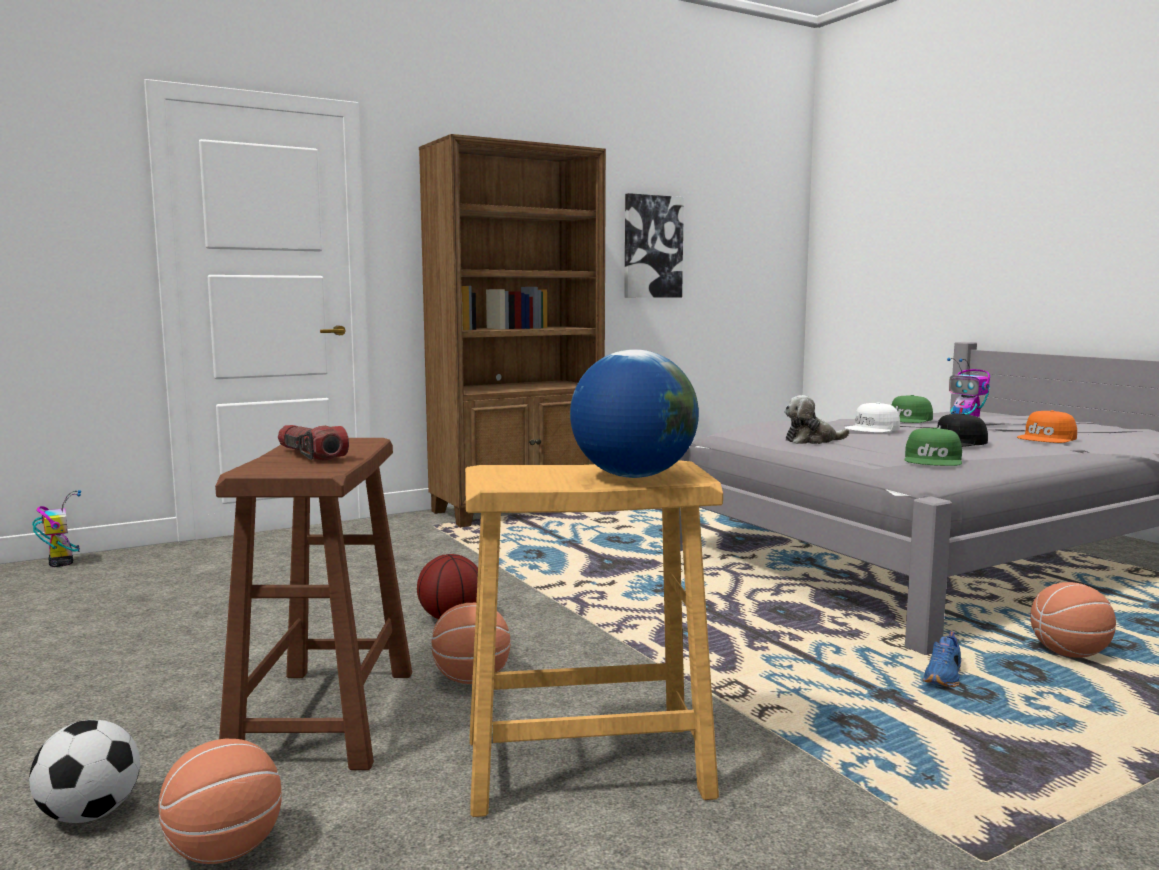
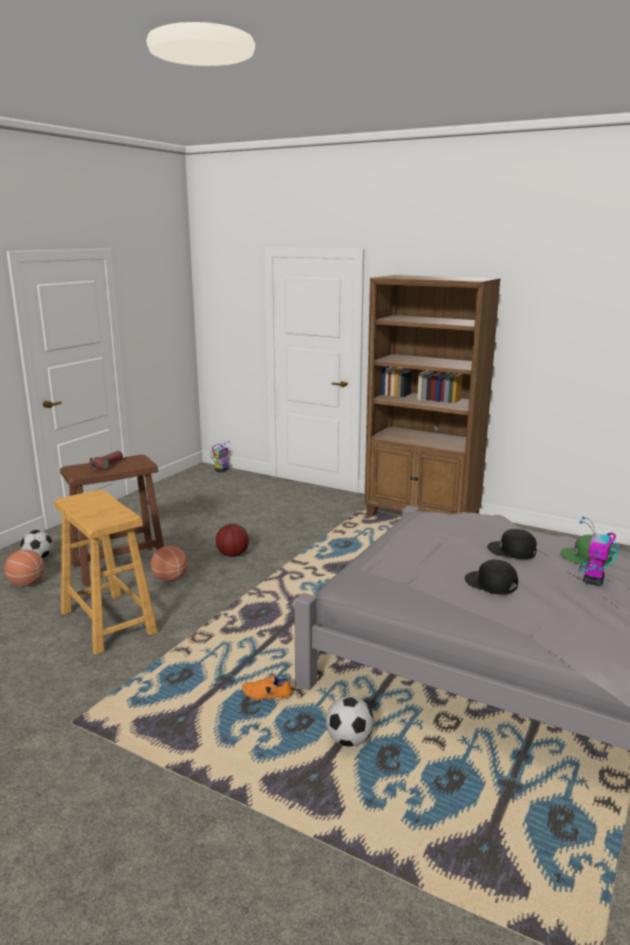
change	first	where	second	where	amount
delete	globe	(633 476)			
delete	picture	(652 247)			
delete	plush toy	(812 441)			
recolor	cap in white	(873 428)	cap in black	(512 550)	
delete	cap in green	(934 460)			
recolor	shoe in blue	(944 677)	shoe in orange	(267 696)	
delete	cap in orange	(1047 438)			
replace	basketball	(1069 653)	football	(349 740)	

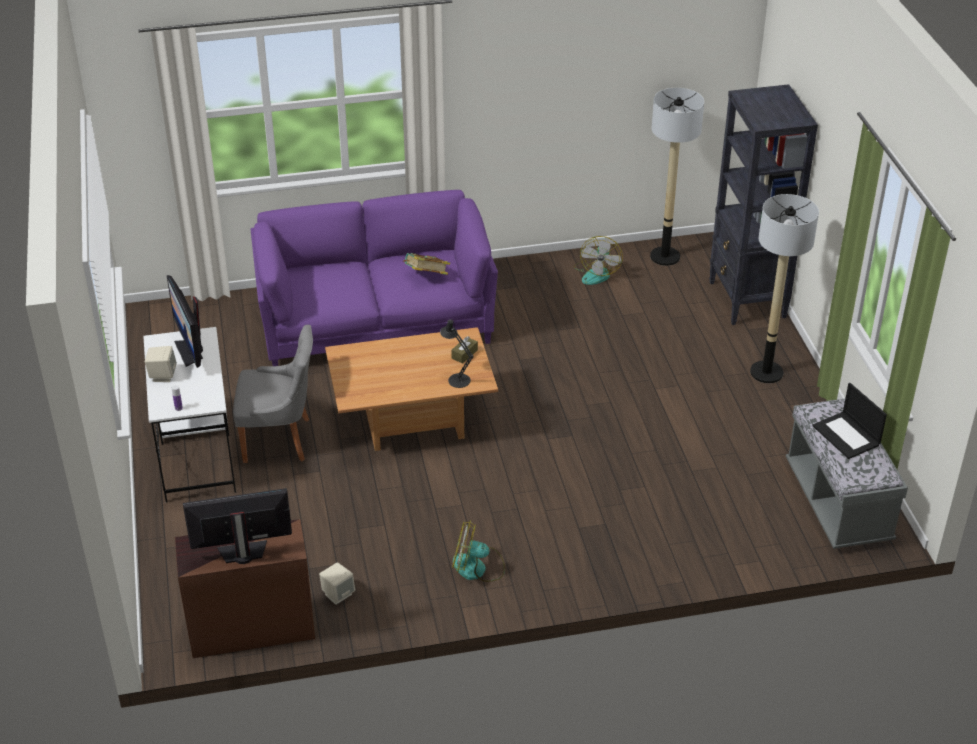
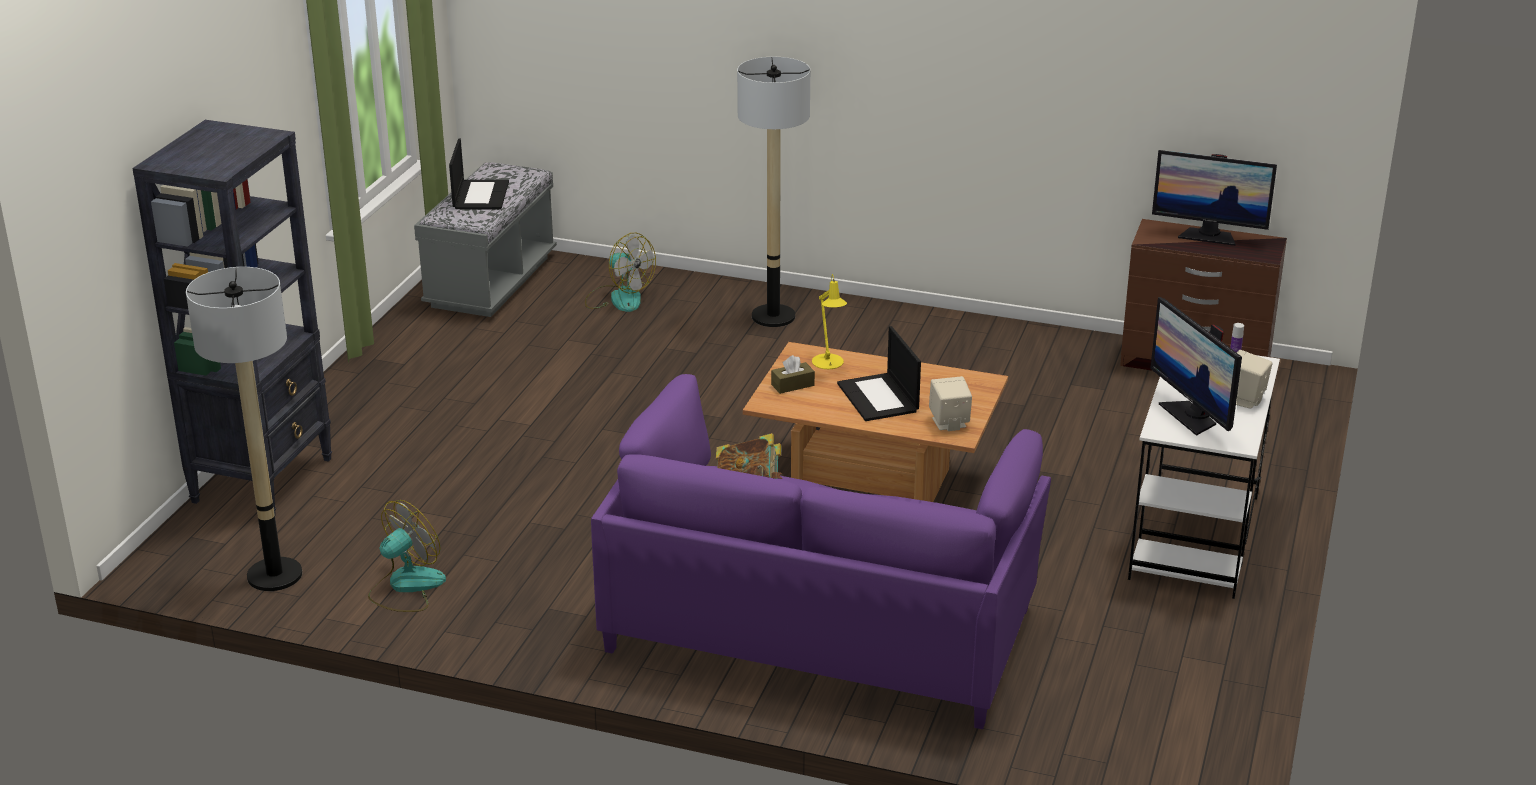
change	first	where	second	where	amount
rotate	monitor	(190 351)		(1191 416)	150 degrees clockwise
delete	chair in grey	(280 440)			
move	speaker in beige	(338 594)		(949 423)	
recolor	table lamp in black	(457 379)	table lamp in yellow	(829 364)	
move	fan	(477 568)		(618 298)	
move	floor lamp	(766 372)		(773 316)	
insert			laptop	(879 398)	

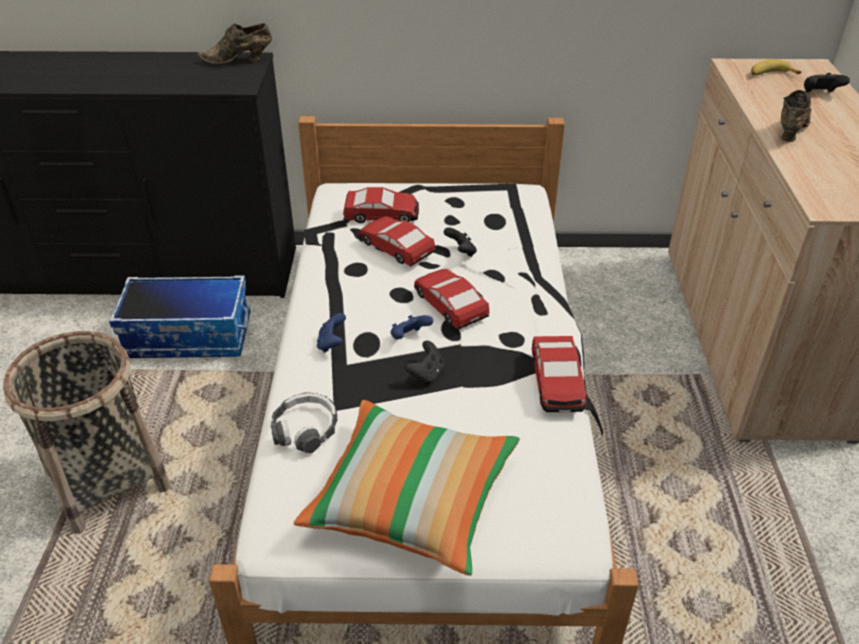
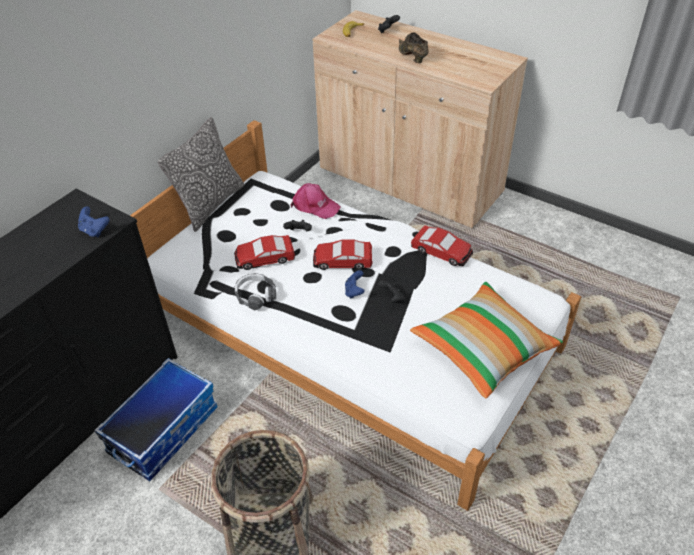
change	first	where	second	where	amount
delete	shoe in brown	(239 60)			
move	headphones	(305 429)		(255 295)	
move	game controller in blue	(332 344)		(95 231)	
delete	toy car	(382 215)			
insert			pillow	(210 204)	
insert			cap in pink	(315 206)	

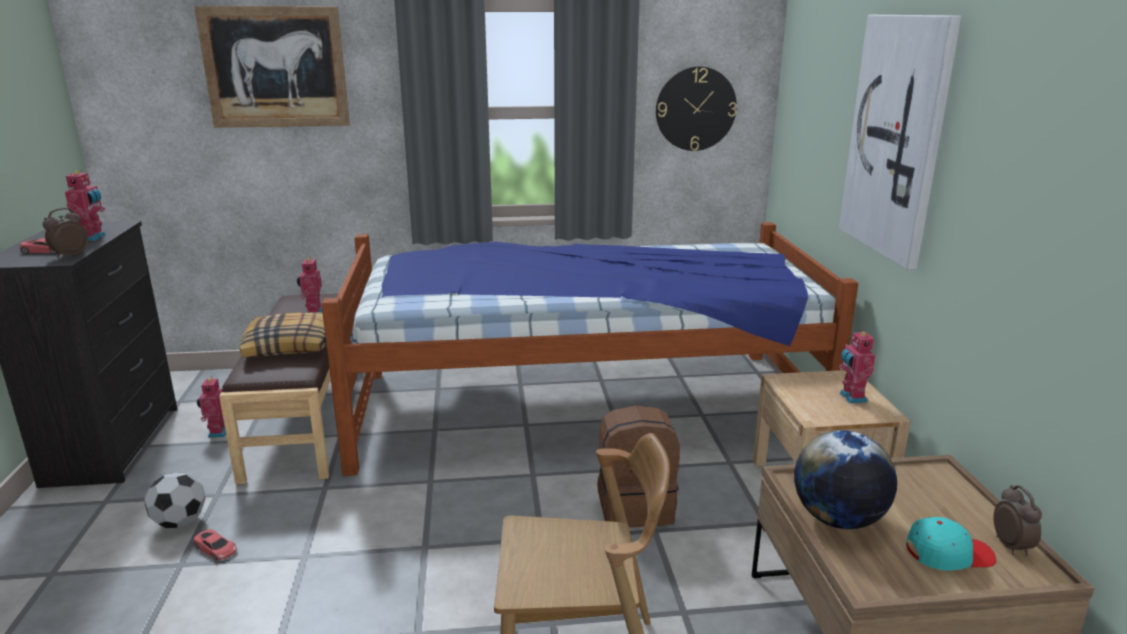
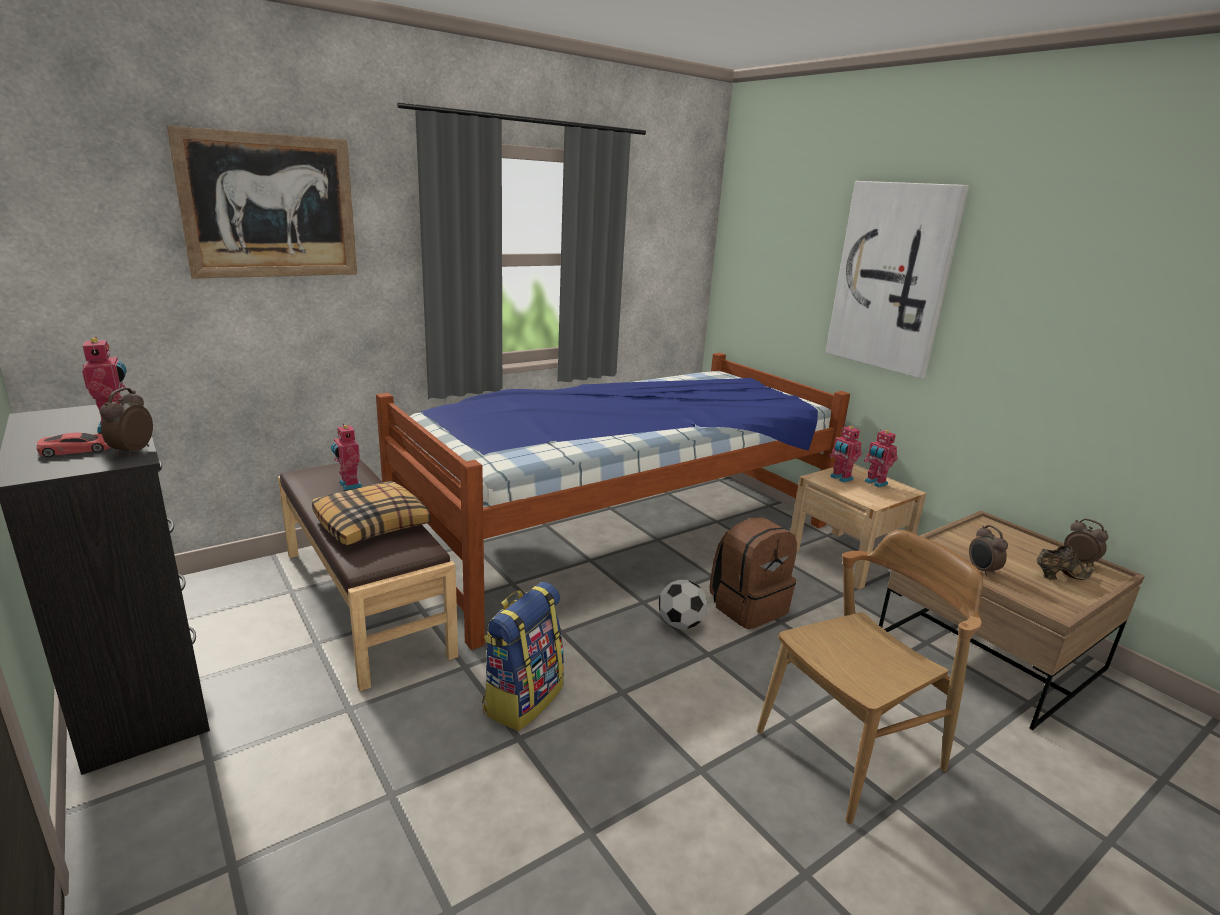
change	first	where	second	where	amount
move	football	(180 522)		(680 624)	
delete	toy car in red	(215 549)			
move	toy robot	(217 432)		(840 478)	
delete	wall clock	(695 109)			
replace	globe	(838 519)	alarm clock	(981 570)	
replace	cap in turquoise	(948 554)	shoe in brown	(1060 576)	
insert			backpack	(522 698)	

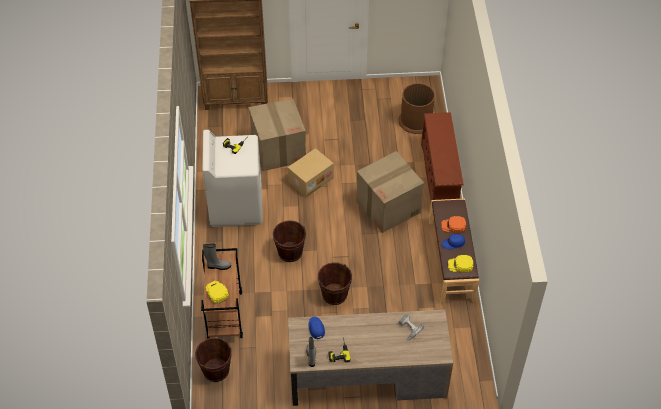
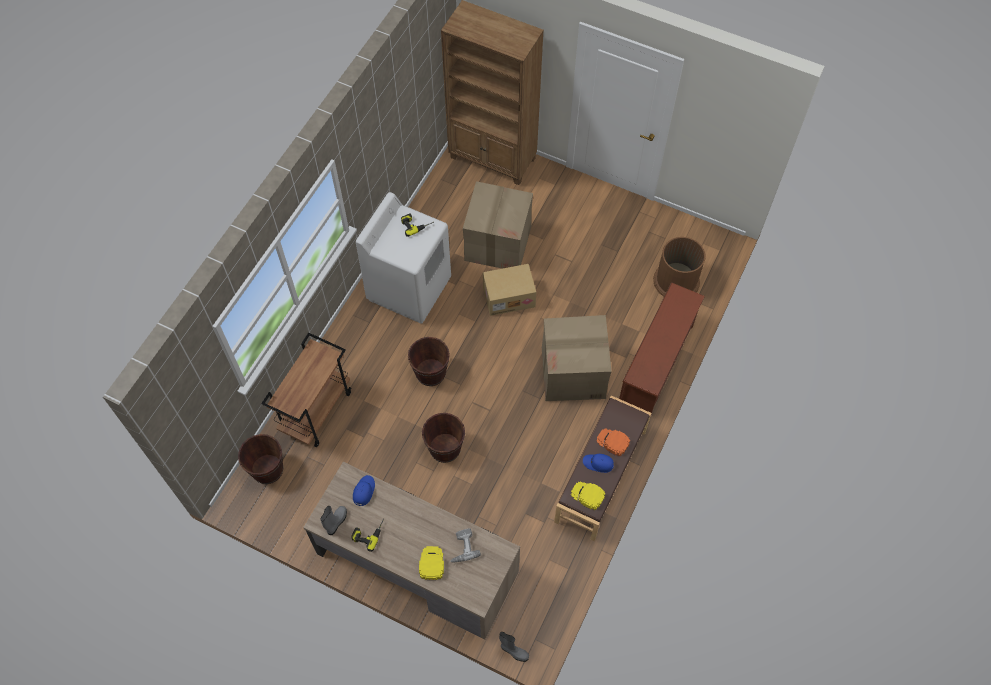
change	first	where	second	where	amount
move	boot in grey	(218 266)		(513 651)	
move	cap in yellow	(216 292)		(431 563)	

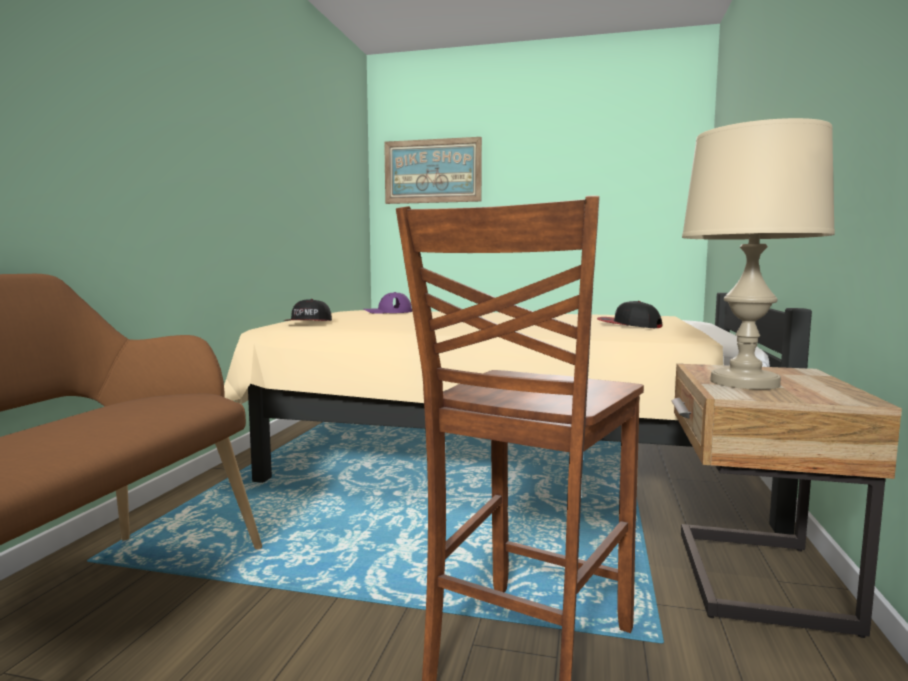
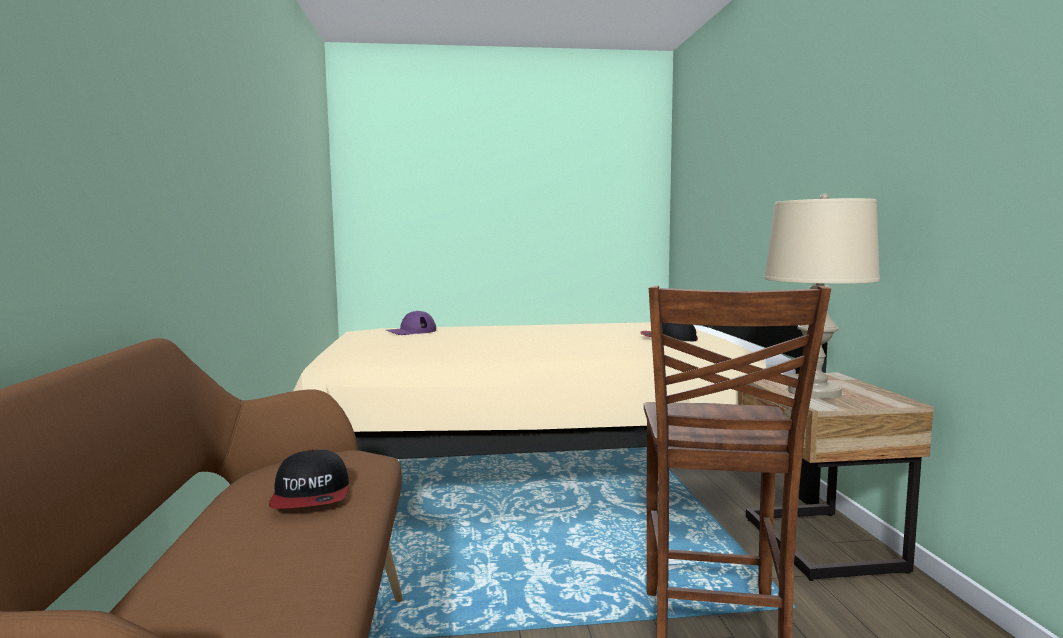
change	first	where	second	where	amount
move	cap	(309 323)		(311 496)	
delete	picture	(432 171)			

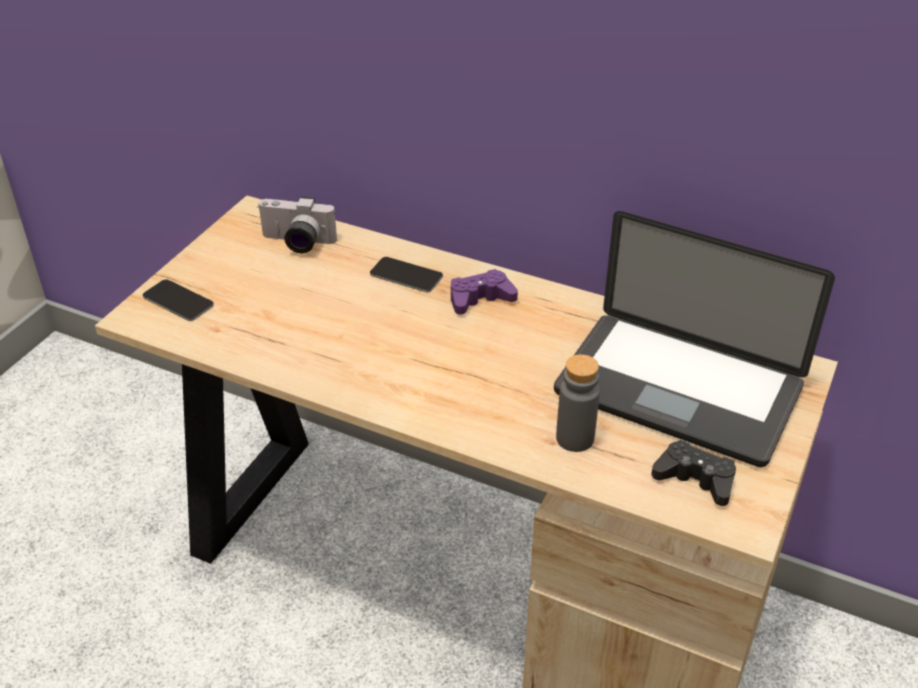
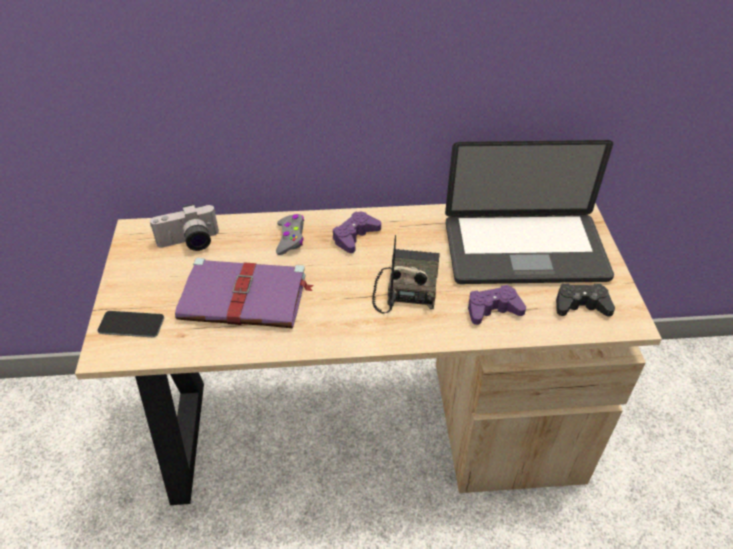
change	first	where	second	where	amount
replace	phone	(406 275)	game controller in grey	(290 238)	
replace	bottle in grey	(575 438)	game controller in purple	(493 309)	
insert			book in purple	(246 297)	
insert			radio	(406 287)	

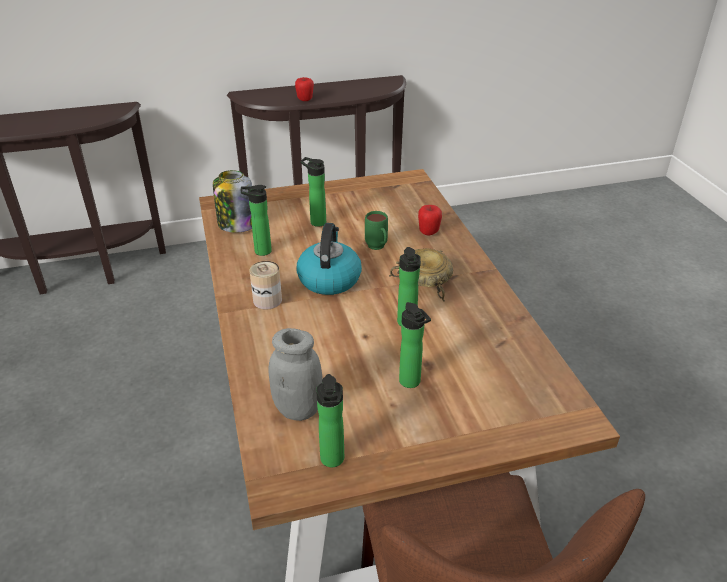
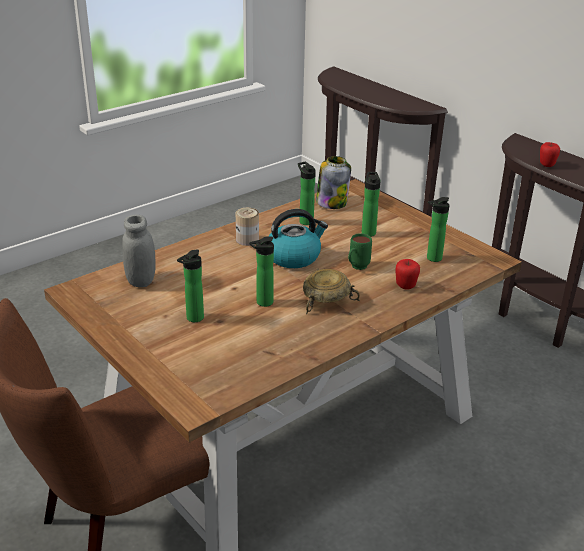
change	first	where	second	where	amount
move	bottle	(332 461)		(432 259)	

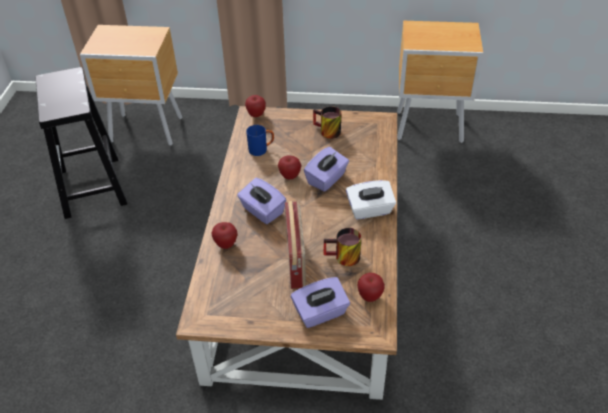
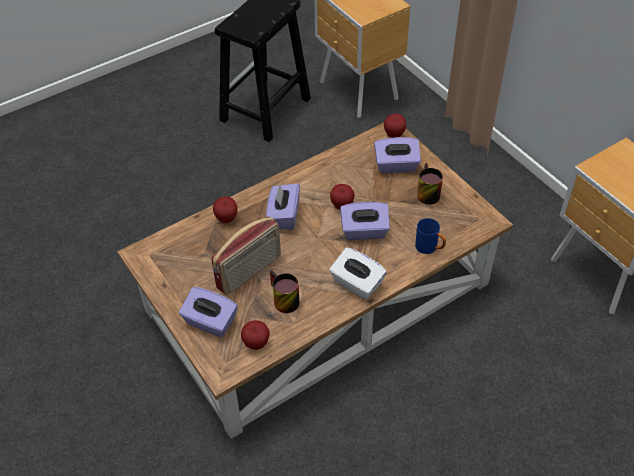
change	first	where	second	where	amount
move	mug in blue	(261 149)		(430 248)	
insert			tissue box in purple	(396 166)	

